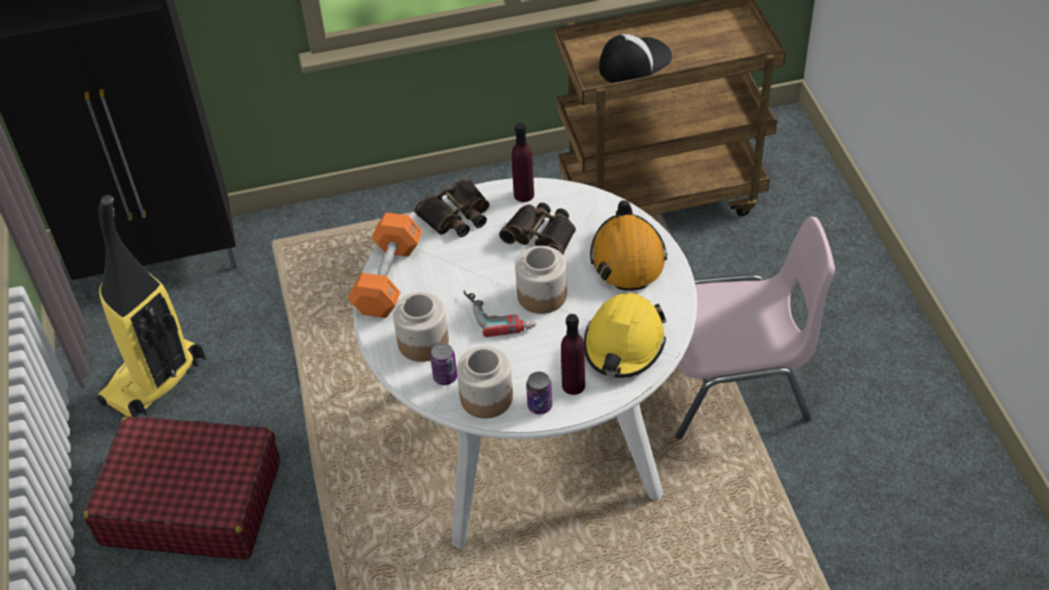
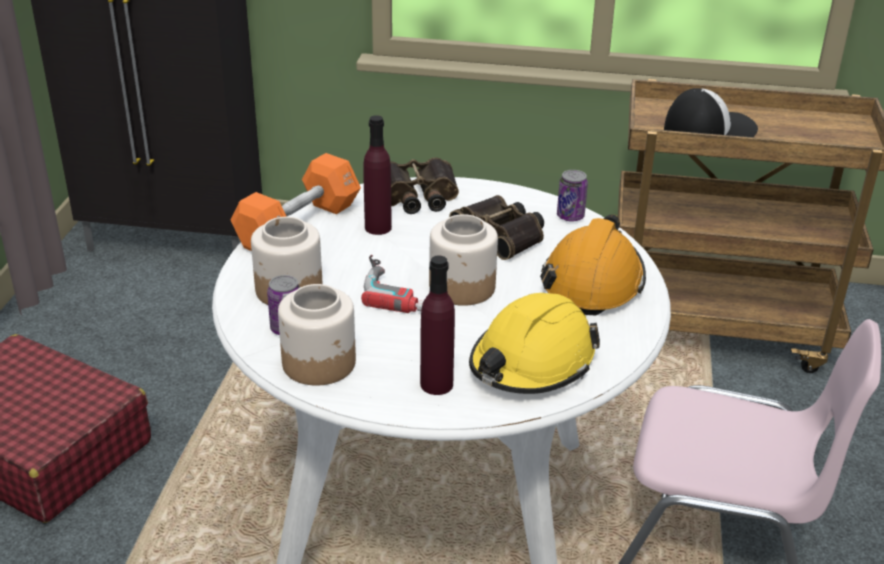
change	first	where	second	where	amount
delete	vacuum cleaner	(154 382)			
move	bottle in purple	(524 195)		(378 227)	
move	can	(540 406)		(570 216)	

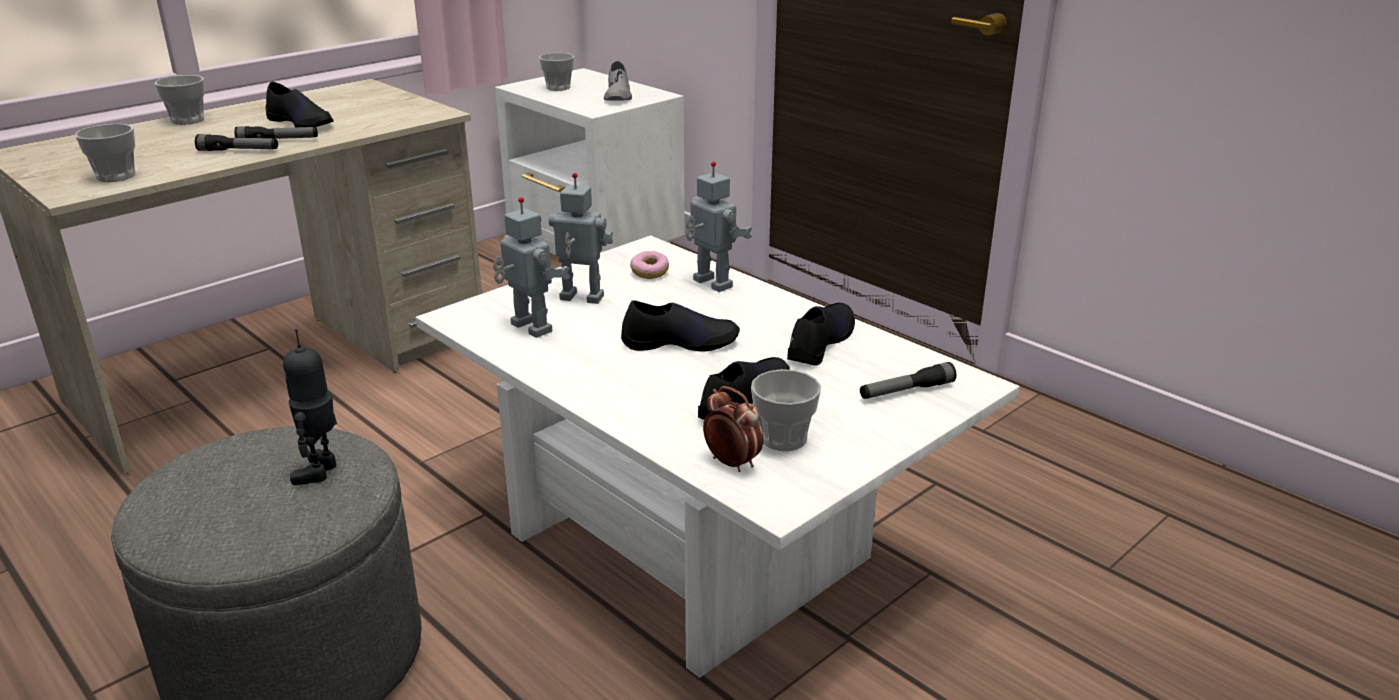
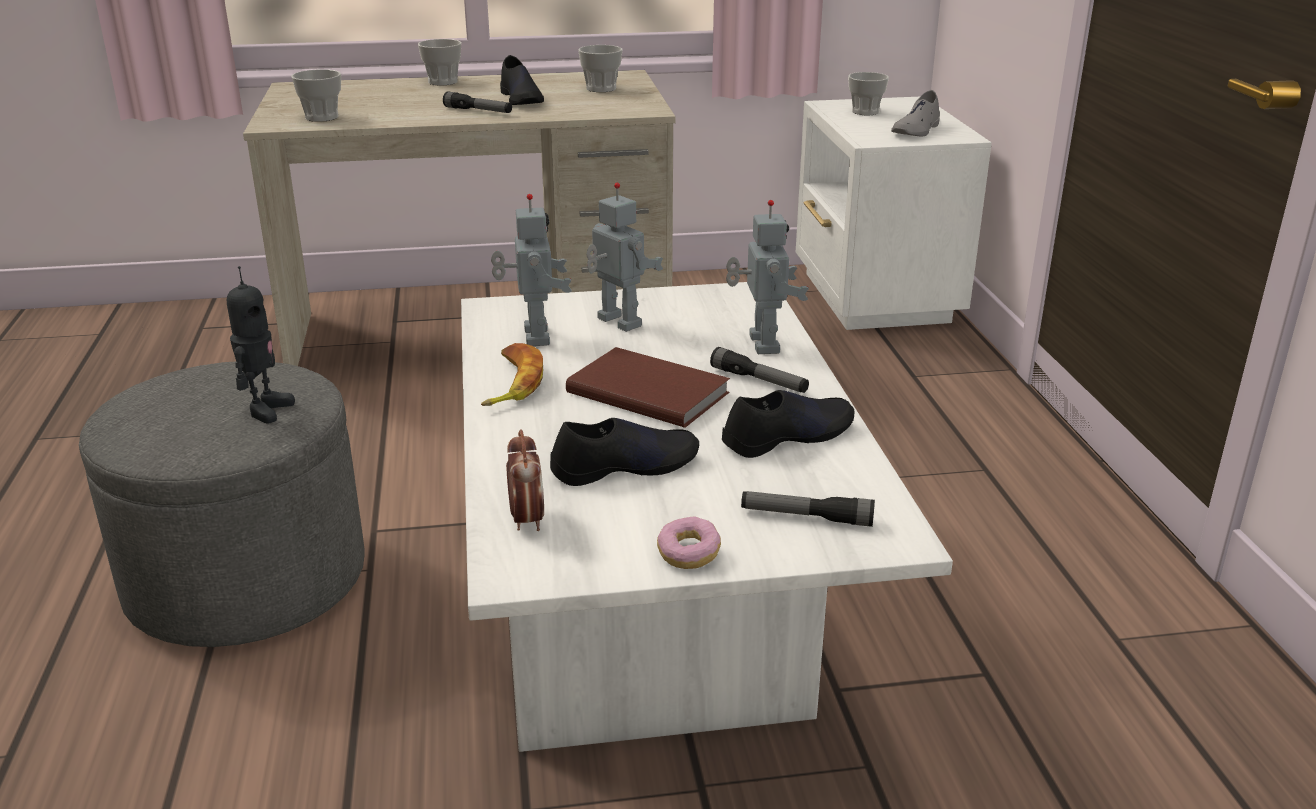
change	first	where	second	where	amount
move	flashlight	(238 151)		(759 381)	
rotate	toy robot	(321 471)		(266 410)	150 degrees clockwise
replace	shoe in black	(680 342)	book in brown	(648 391)	
move	donut	(649 273)		(688 555)	
move	cup	(783 438)		(601 88)	
insert			banana	(511 383)	

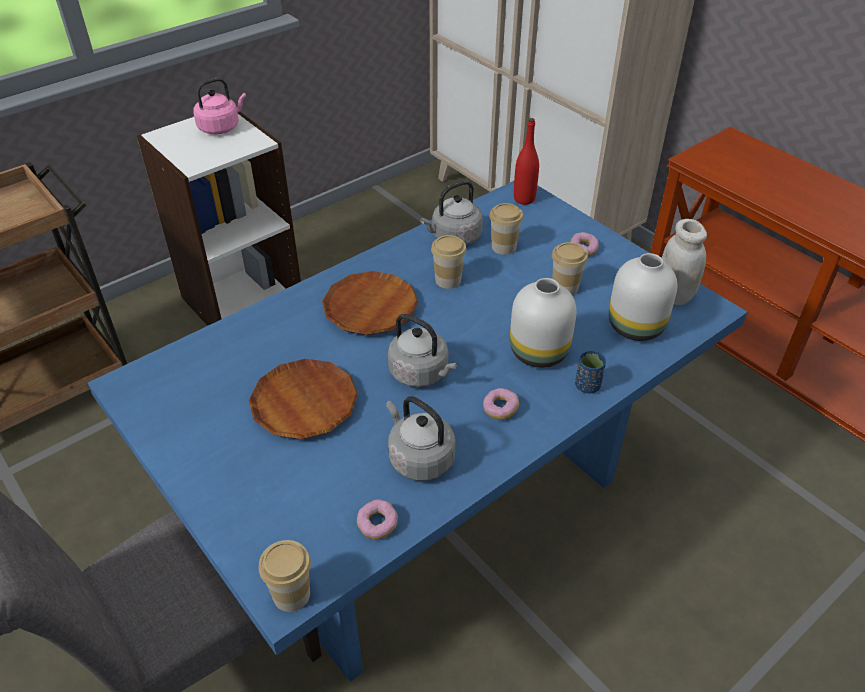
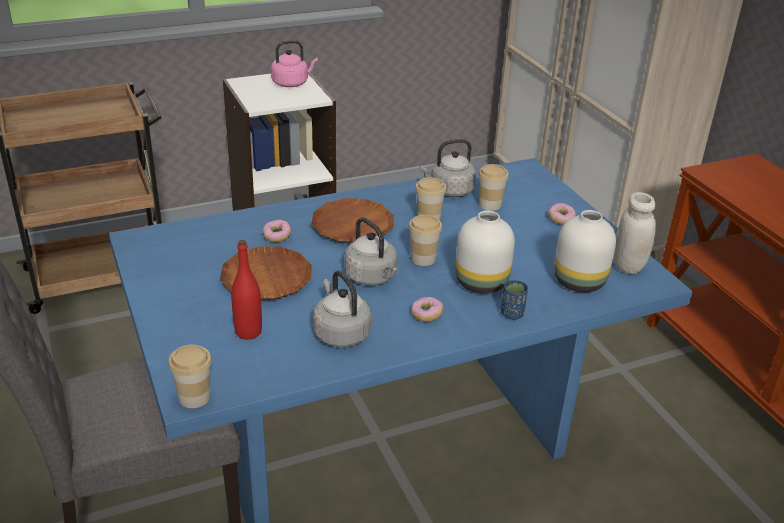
change	first	where	second	where	amount
move	donut	(377 525)		(277 236)	
move	bottle in red	(524 199)		(248 332)	
move	cup	(565 287)		(423 259)	

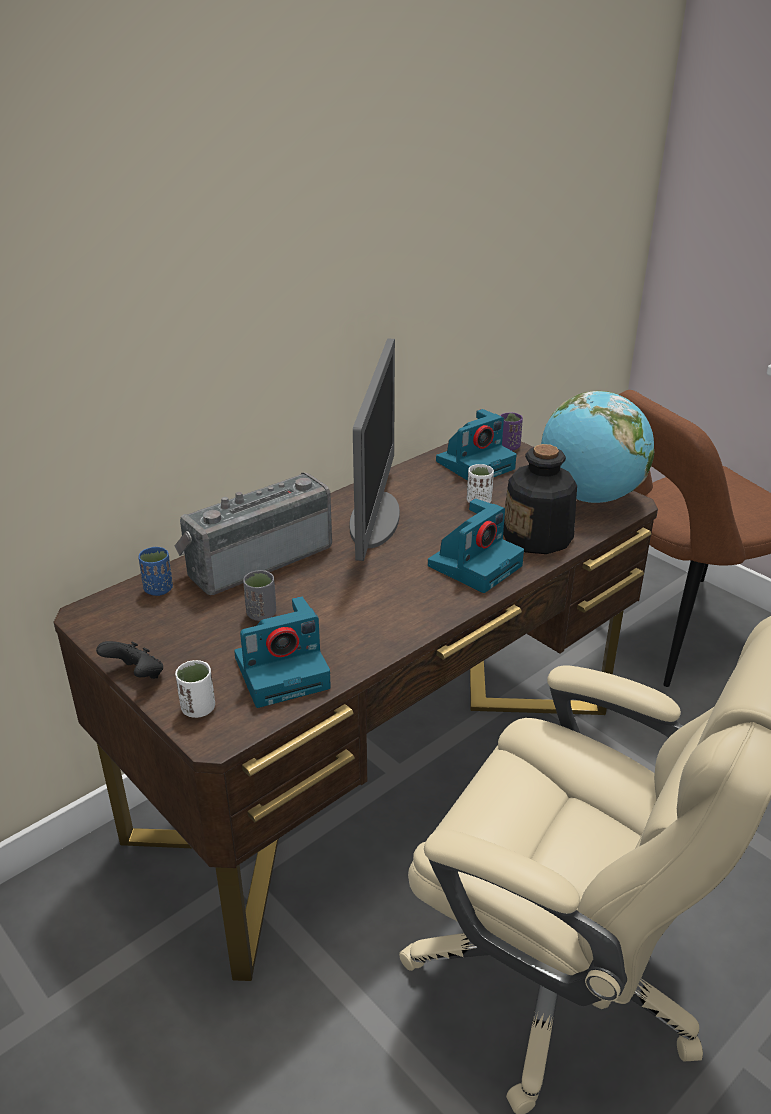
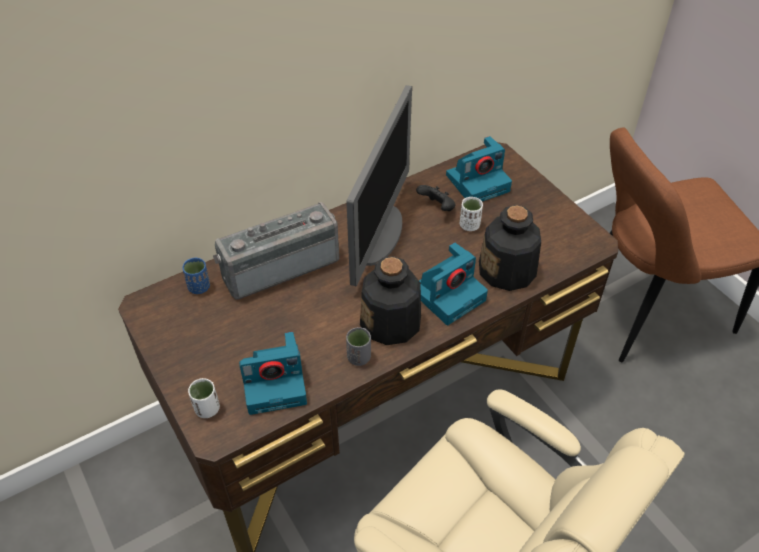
change	first	where	second	where	amount
move	game controller in black	(136 676)		(437 207)	
move	cup in grey	(261 614)		(359 357)	
delete	cup in purple	(508 447)			
delete	globe	(590 497)			
insert			bottle	(391 322)	

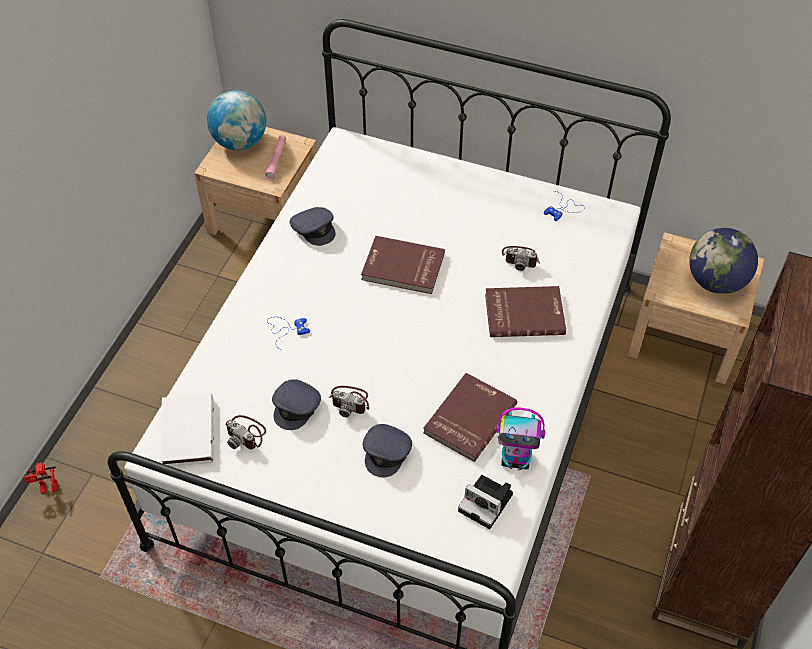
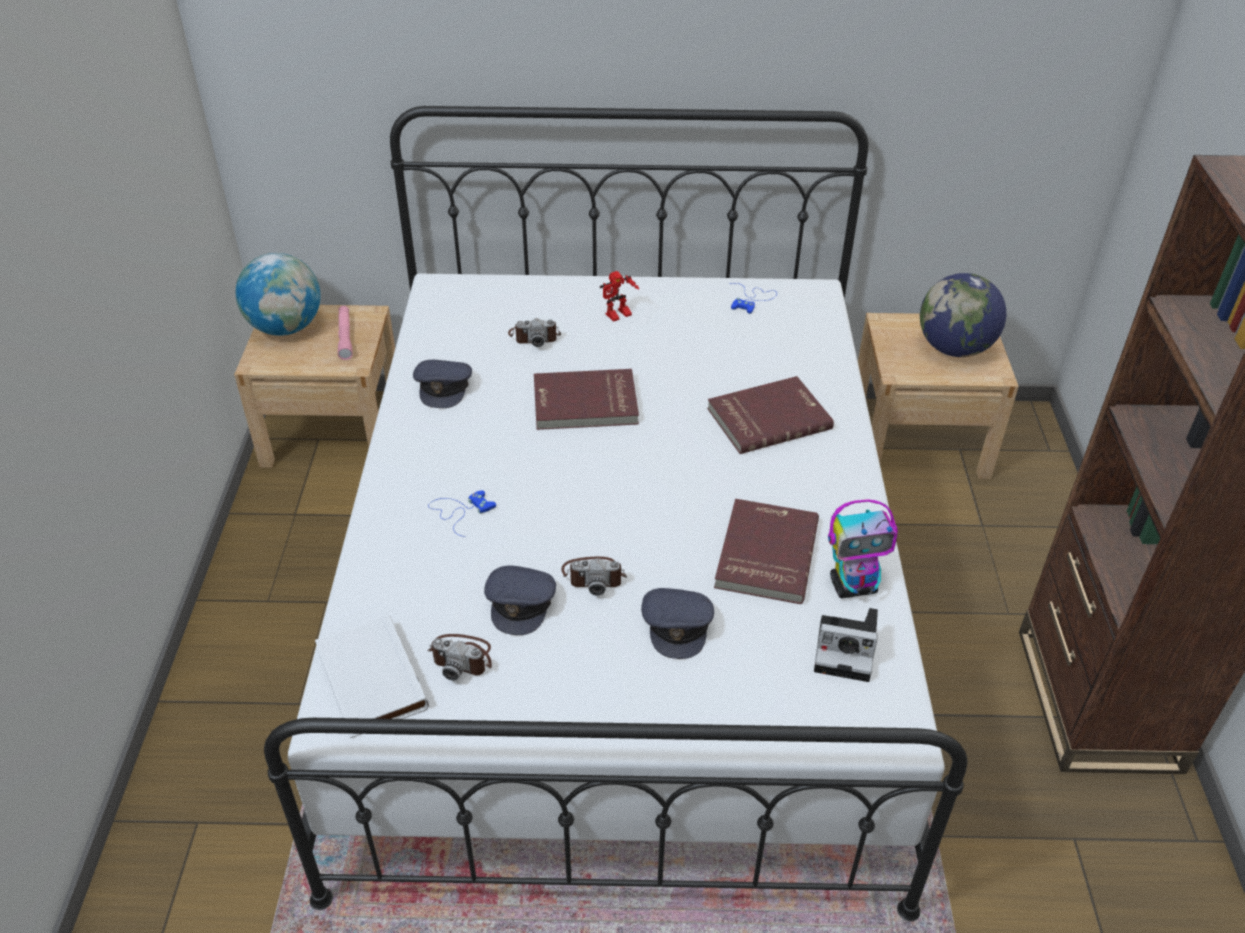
change	first	where	second	where	amount
move	toy robot	(47 489)		(618 316)	
rotate	cap in grey	(314 229)		(444 387)	60 degrees clockwise
move	photo camera	(520 258)		(534 336)	

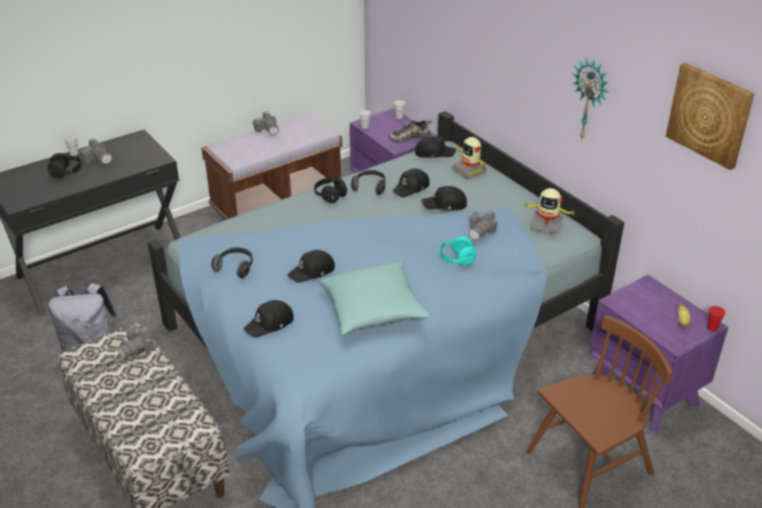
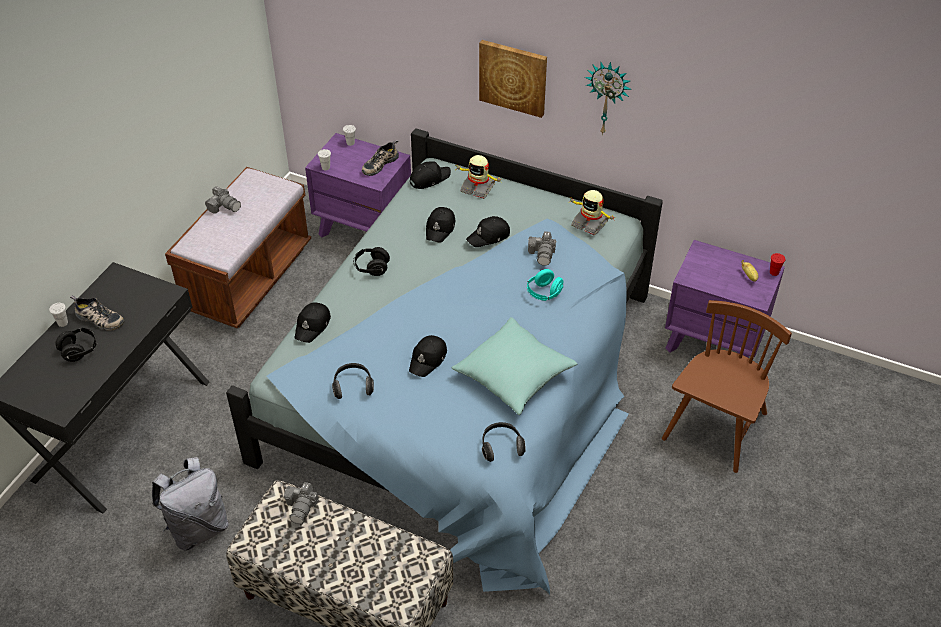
change	first	where	second	where	amount
replace	photo camera	(98 159)	shoe	(98 319)	
move	cap in black	(270 324)		(313 326)	
move	headphones	(370 187)		(501 446)	
rotate	toy robot	(546 224)		(590 223)	45 degrees clockwise
move	picture	(710 115)		(513 77)	

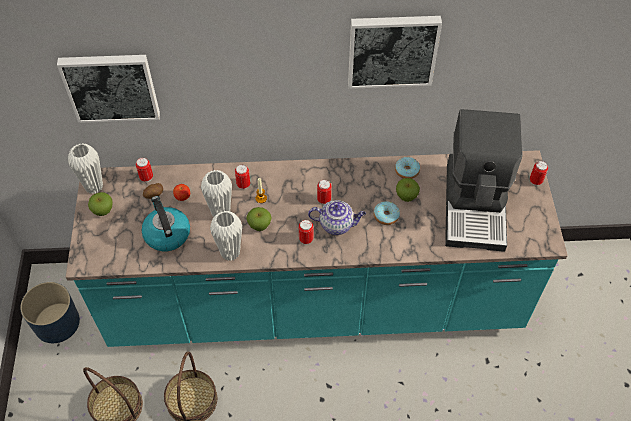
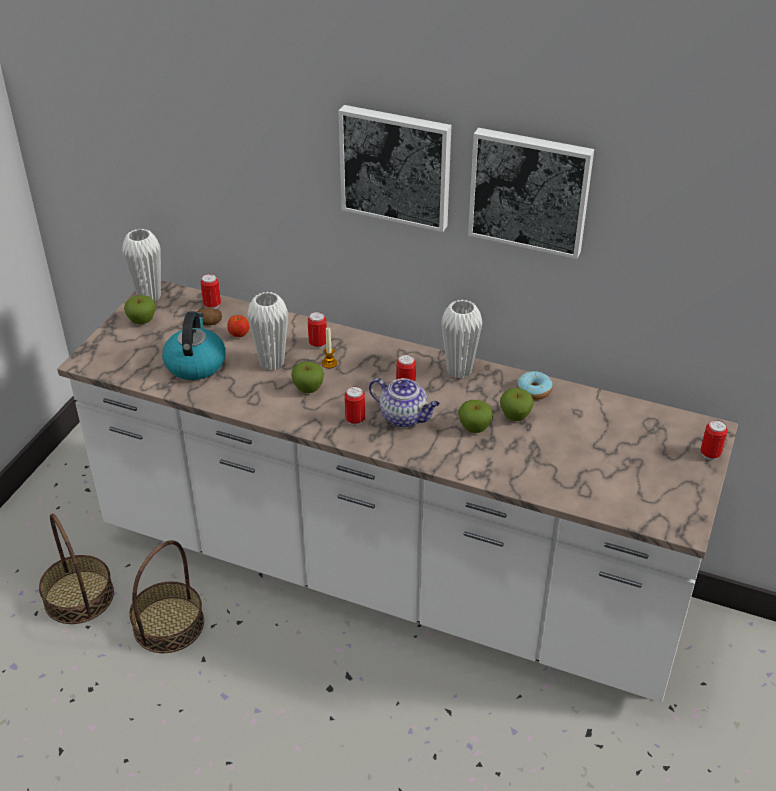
change	first	where	second	where	amount
delete	planter in blue	(57 322)			
move	picture	(111 86)		(396 166)	
recolor	counter in turquoise	(315 303)	counter in white	(388 575)	
move	vase in white	(230 253)		(459 371)	
replace	donut	(386 216)	apple	(474 428)	
delete	coffee machine	(476 206)			

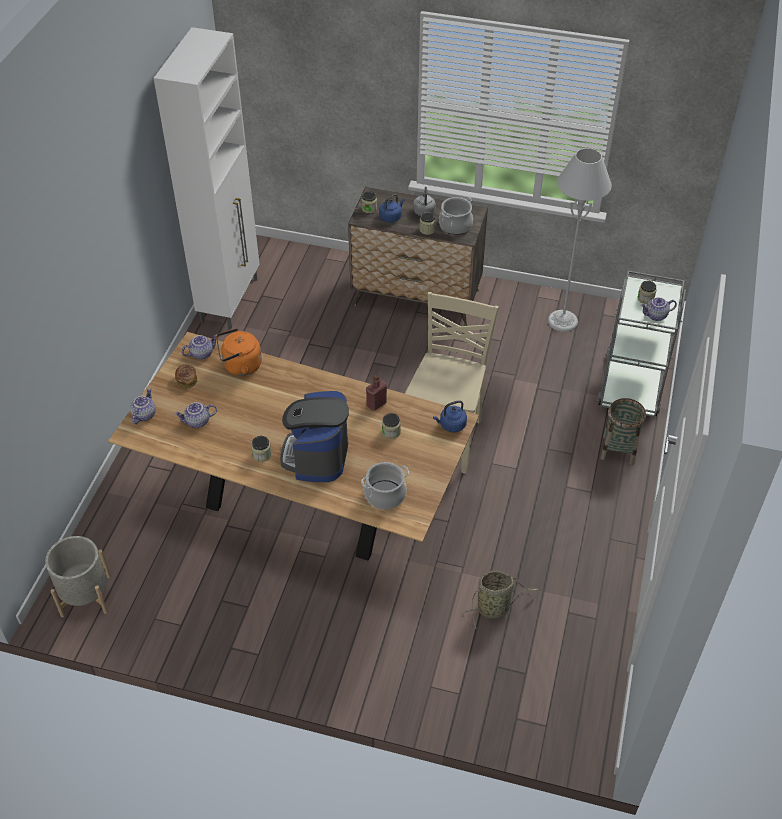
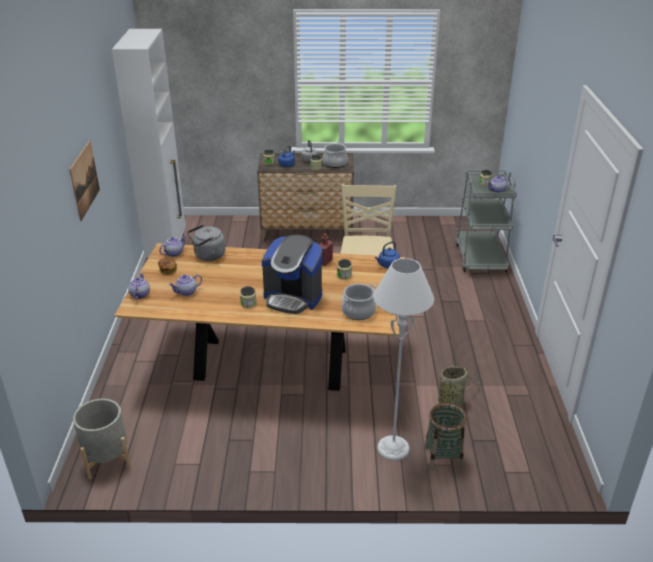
change	first	where	second	where	amount
recolor	kettle in orange	(240 366)	kettle in grey	(208 256)	
rotate	coffee machine	(316 456)		(293 298)	60 degrees counterclockwise
move	floor lamp in grey	(562 321)		(393 448)	
move	basket	(618 450)		(443 457)	
insert			picture	(84 180)	

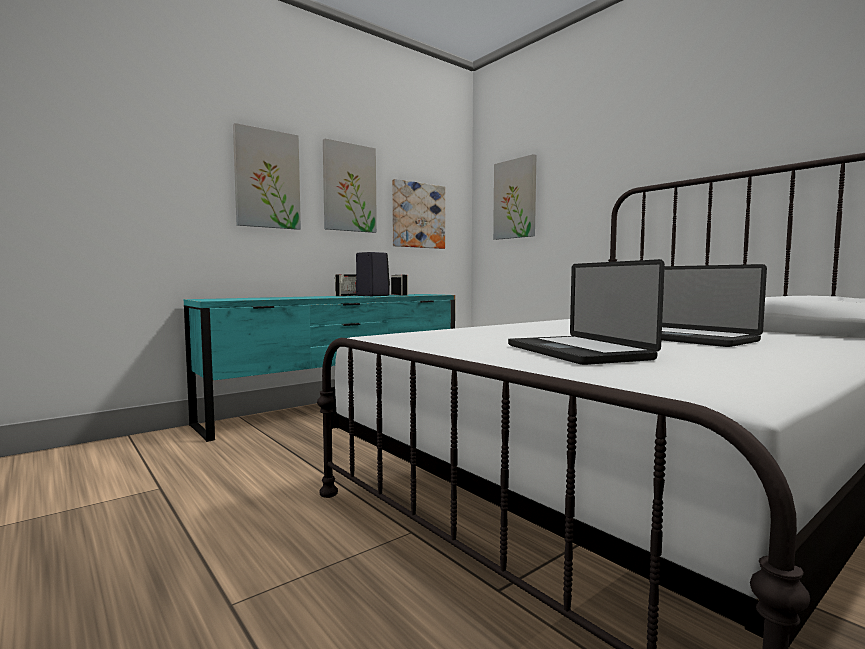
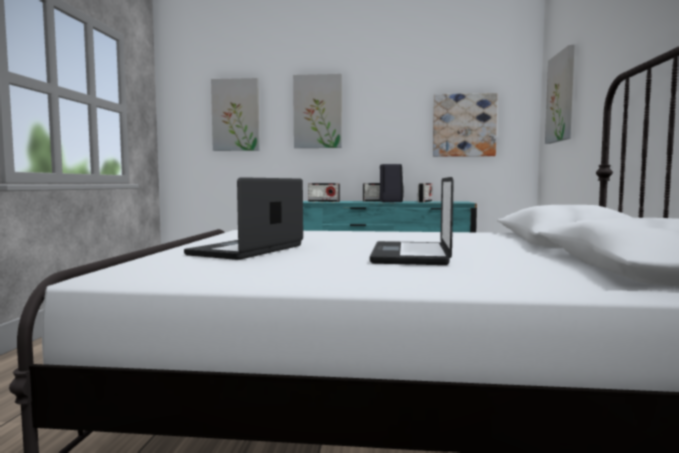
change	first	where	second	where	amount
move	picture	(349 188)		(236 115)	
insert			radio	(323 201)	

